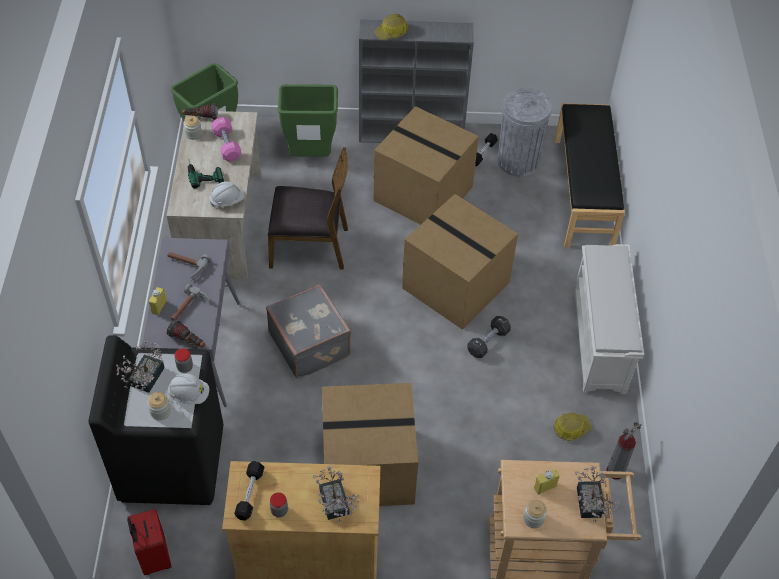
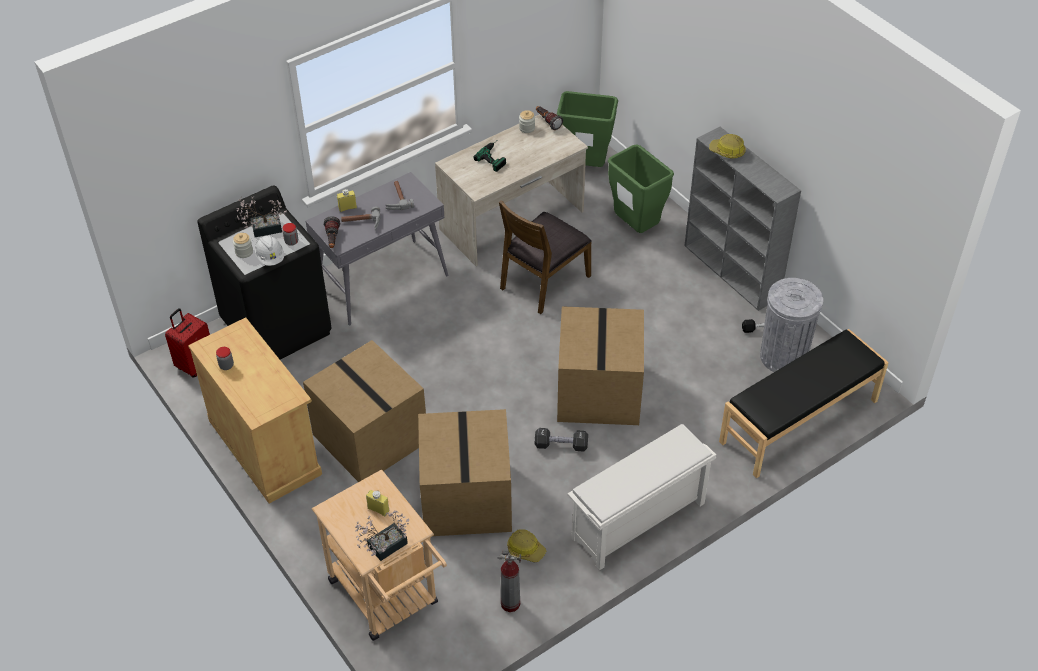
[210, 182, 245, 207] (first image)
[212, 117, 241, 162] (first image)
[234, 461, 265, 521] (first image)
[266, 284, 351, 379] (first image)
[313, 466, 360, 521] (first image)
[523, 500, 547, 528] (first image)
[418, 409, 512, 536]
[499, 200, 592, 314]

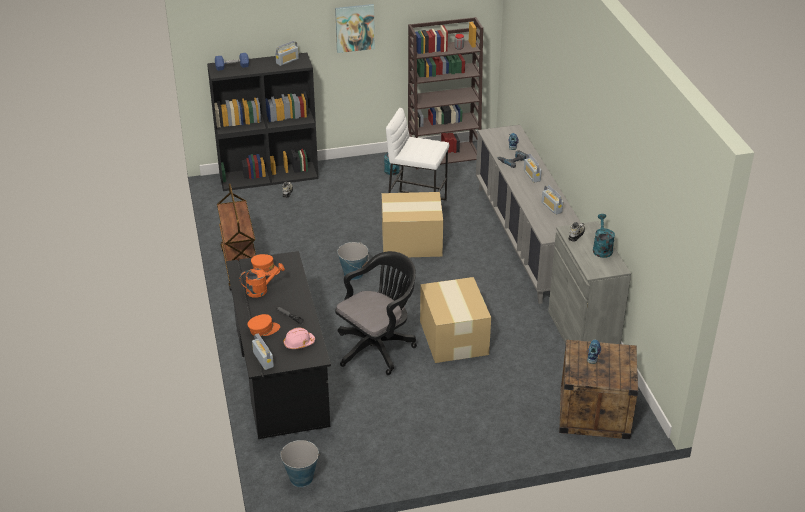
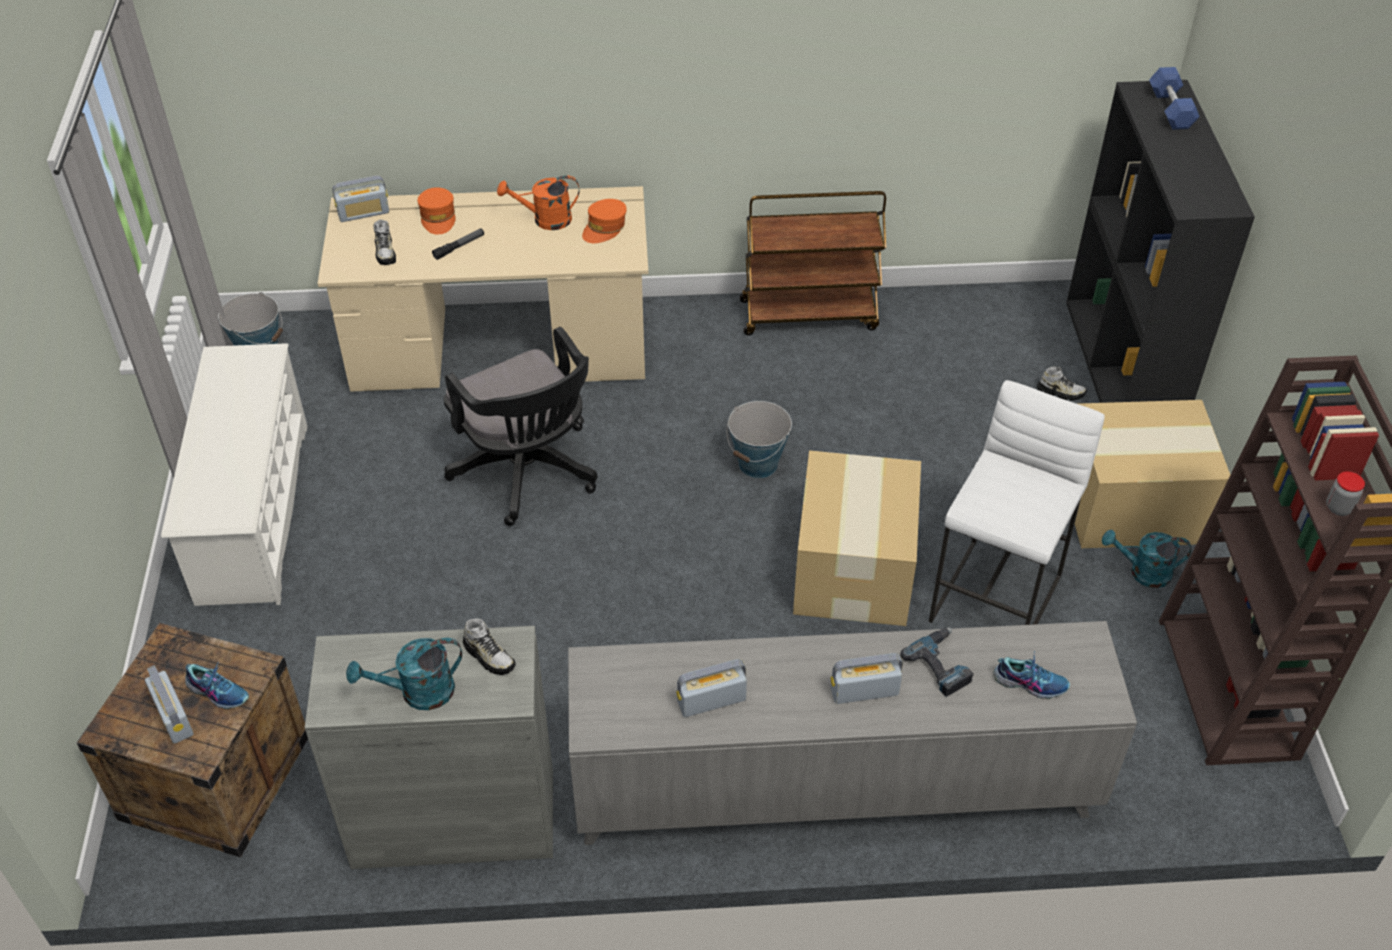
[335, 4, 375, 53] (first image)
[161, 343, 307, 606]
[145, 665, 194, 744]
[1075, 400, 1230, 548]
[373, 220, 396, 265]
[318, 186, 648, 392]
[497, 175, 580, 230]
[346, 638, 462, 710]

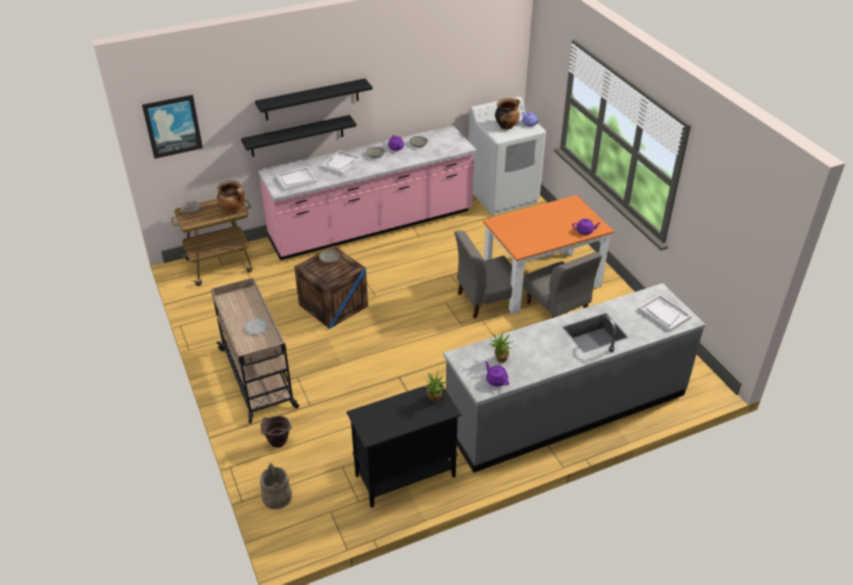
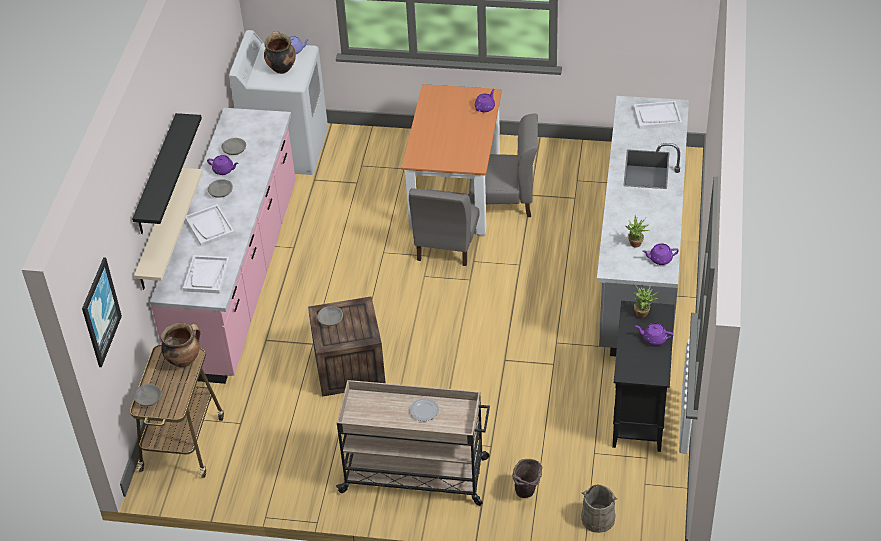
[635, 323, 674, 346]
[134, 168, 203, 290]

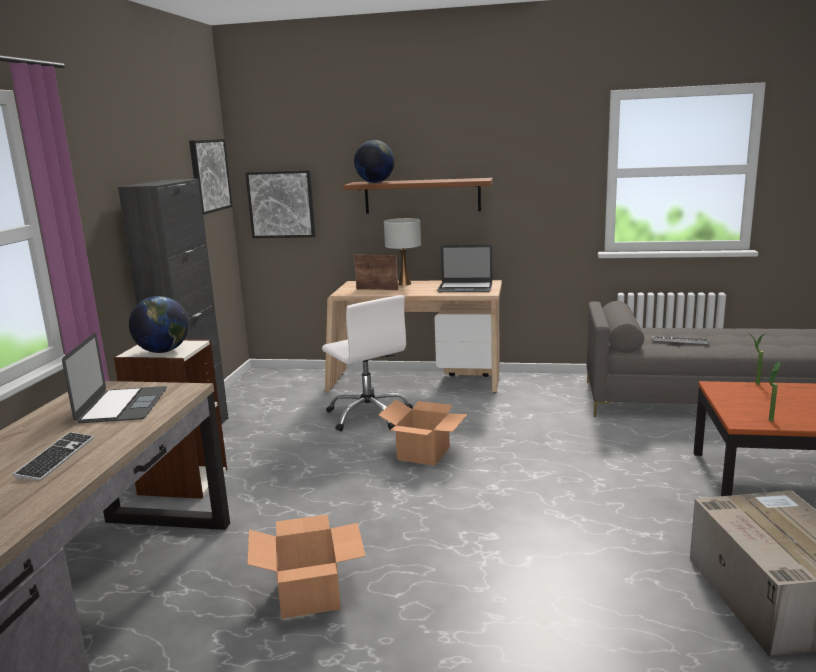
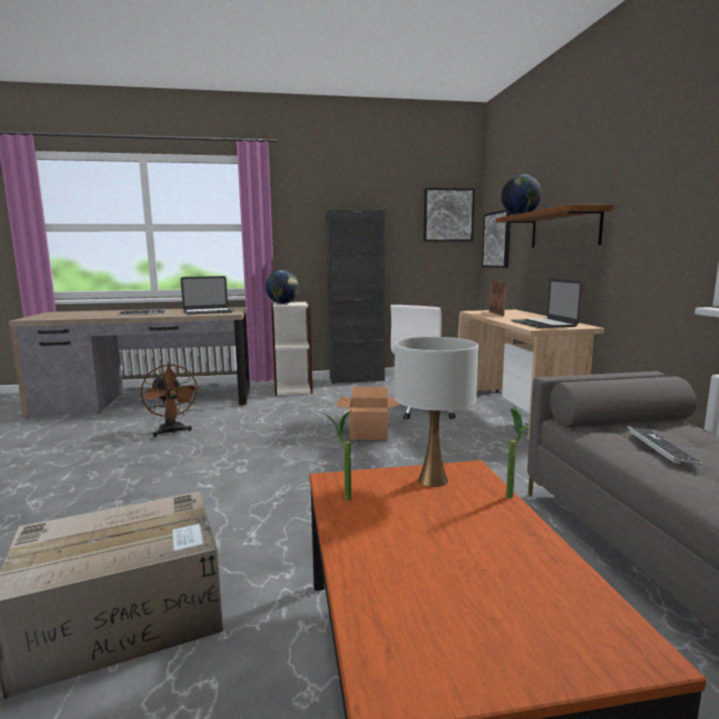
[394, 337, 478, 487]
[141, 364, 199, 437]

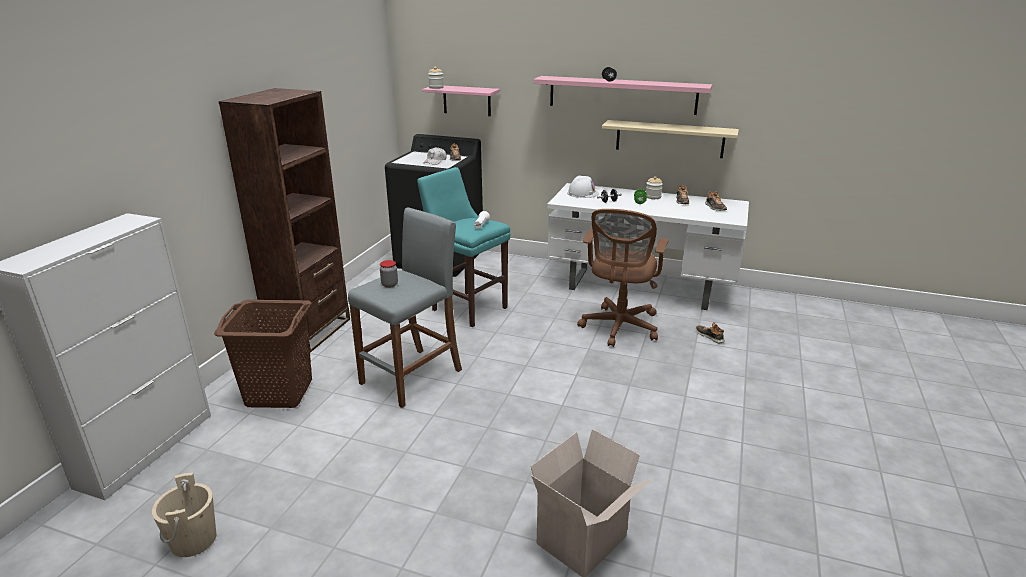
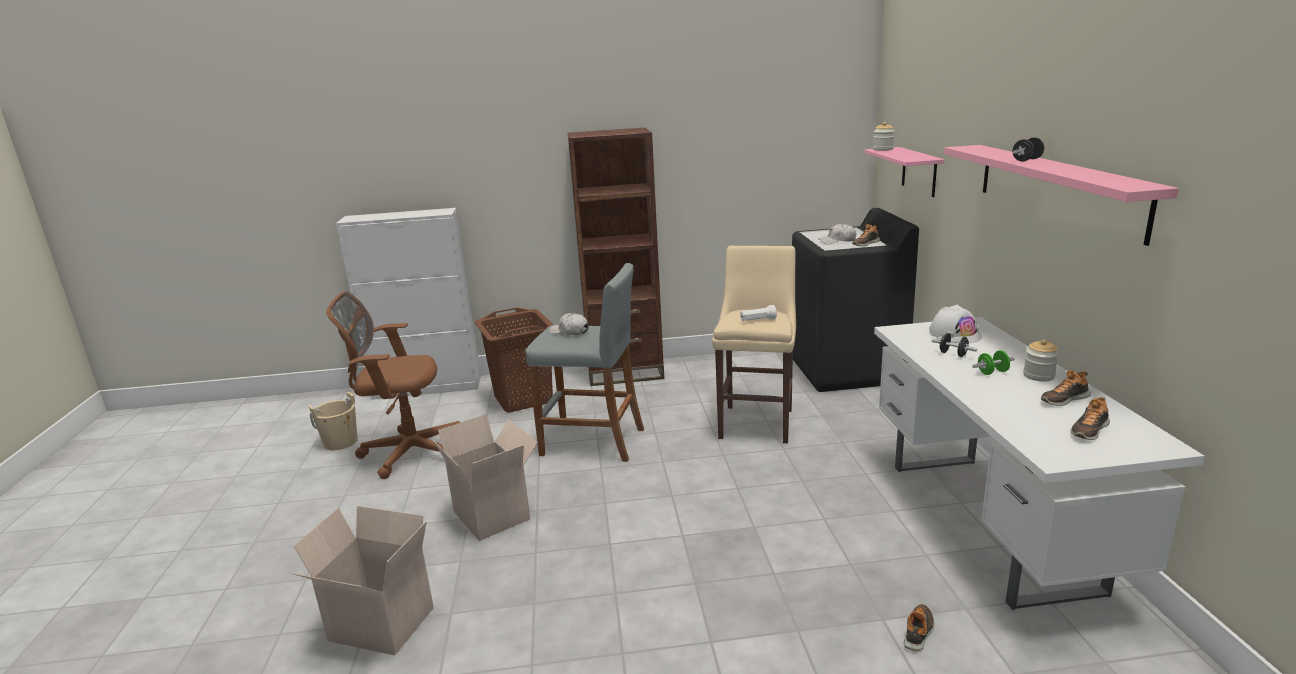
[602, 120, 739, 158] (first image)
[433, 414, 538, 541]
[326, 291, 460, 479]
[549, 313, 589, 335]
[712, 246, 796, 444]

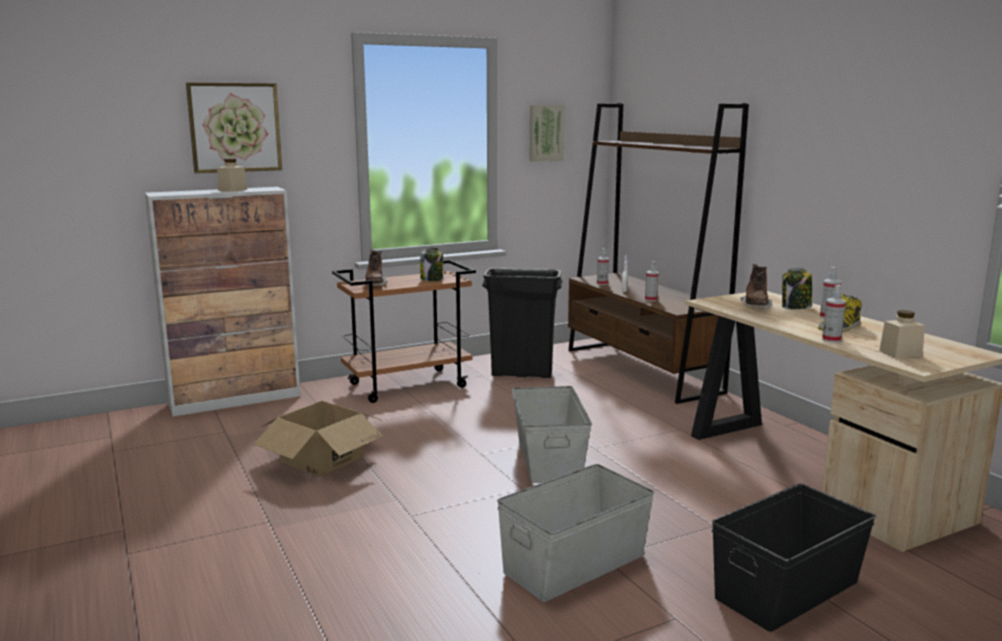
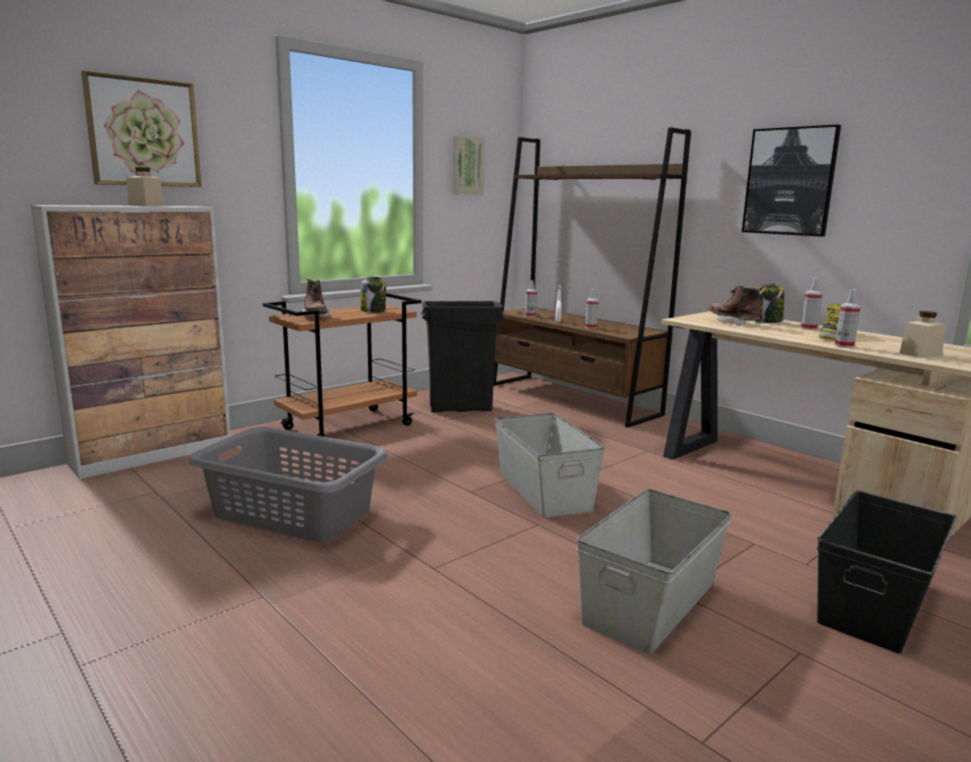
[742, 125, 841, 237]
[188, 427, 388, 542]
[708, 286, 763, 326]

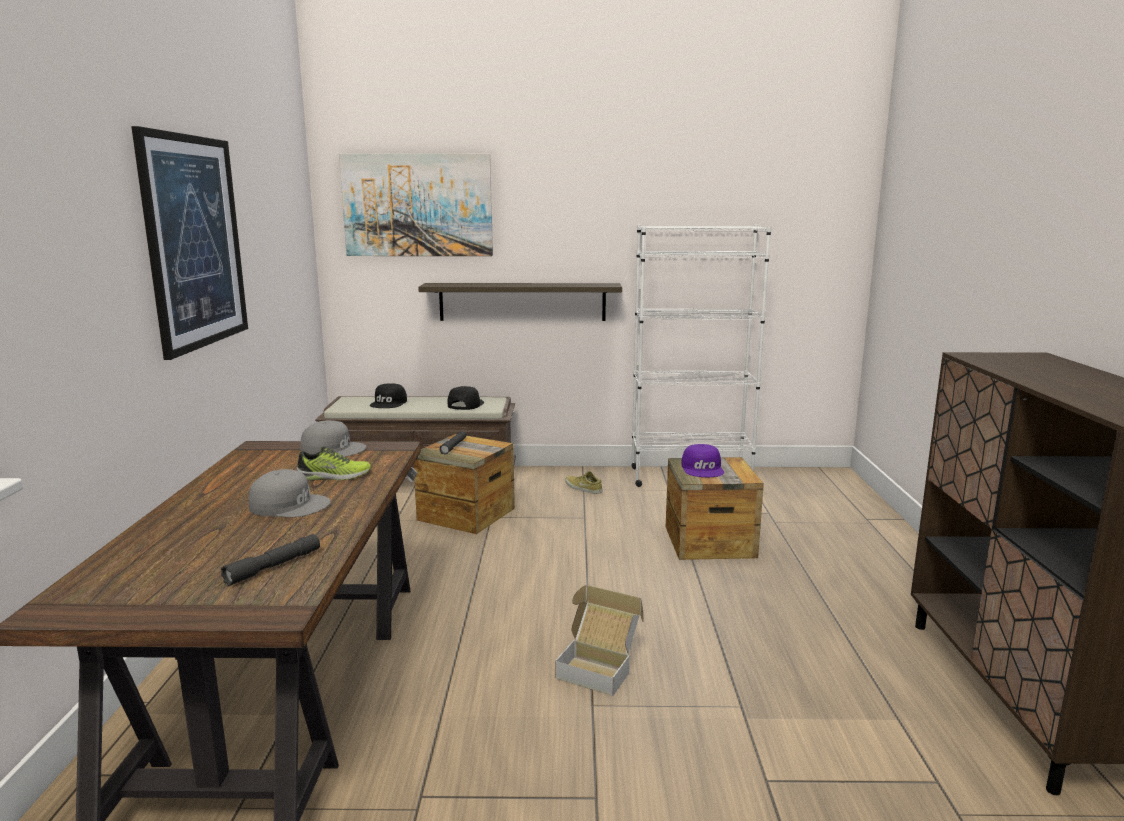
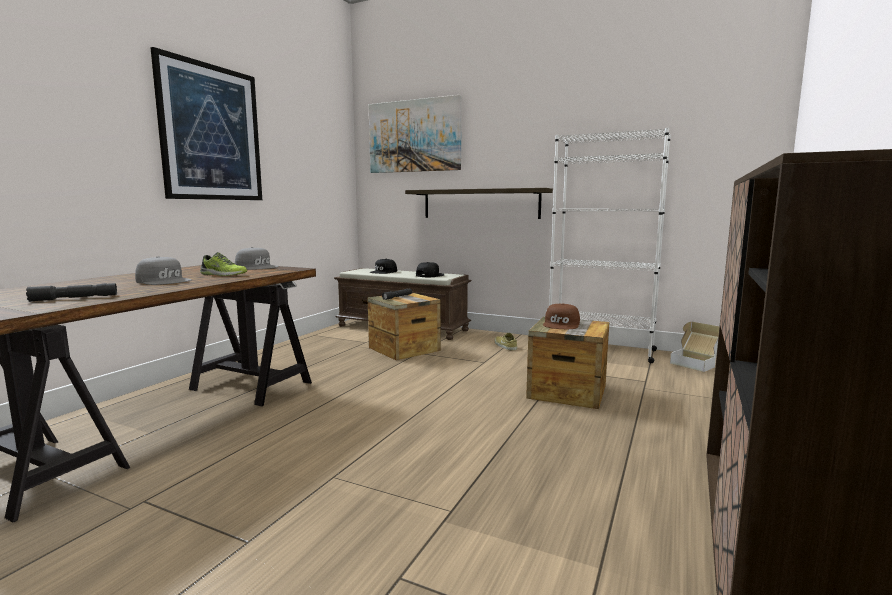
[670, 322, 720, 372]
[543, 304, 580, 329]

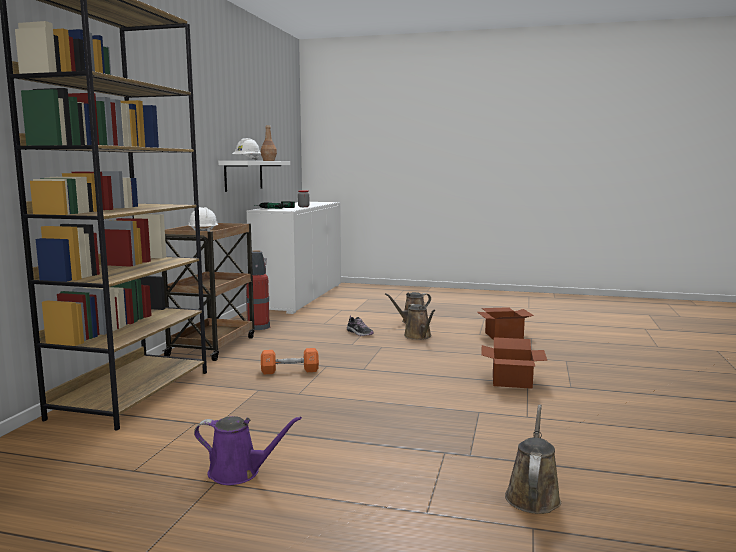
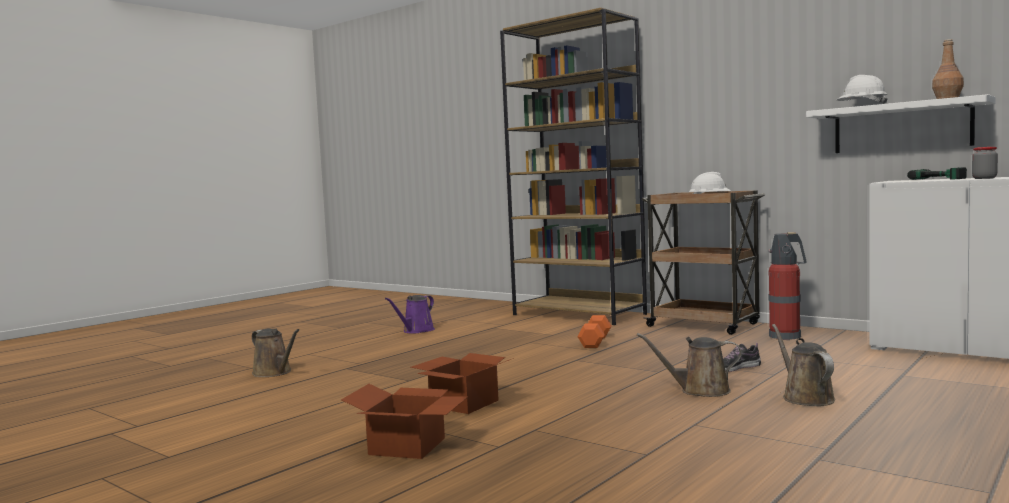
[341, 384, 467, 459]

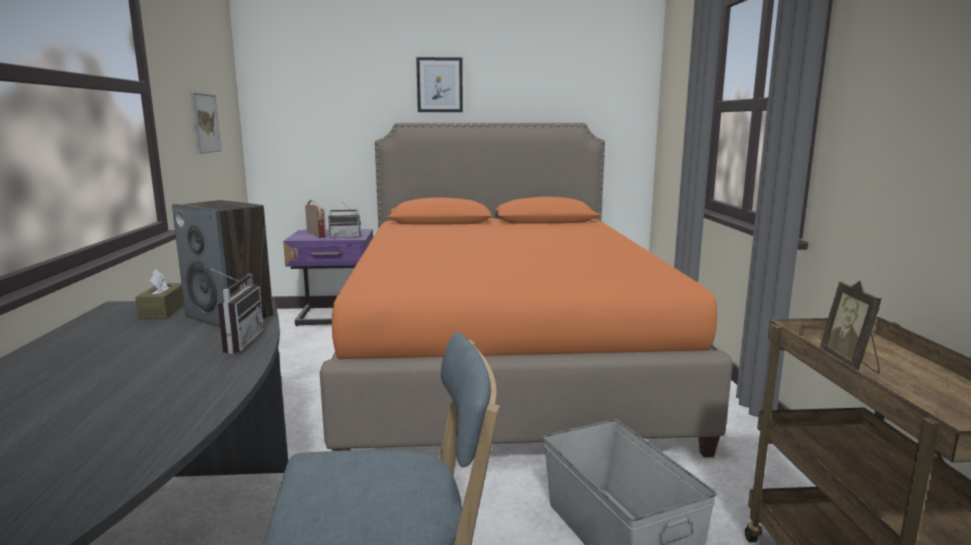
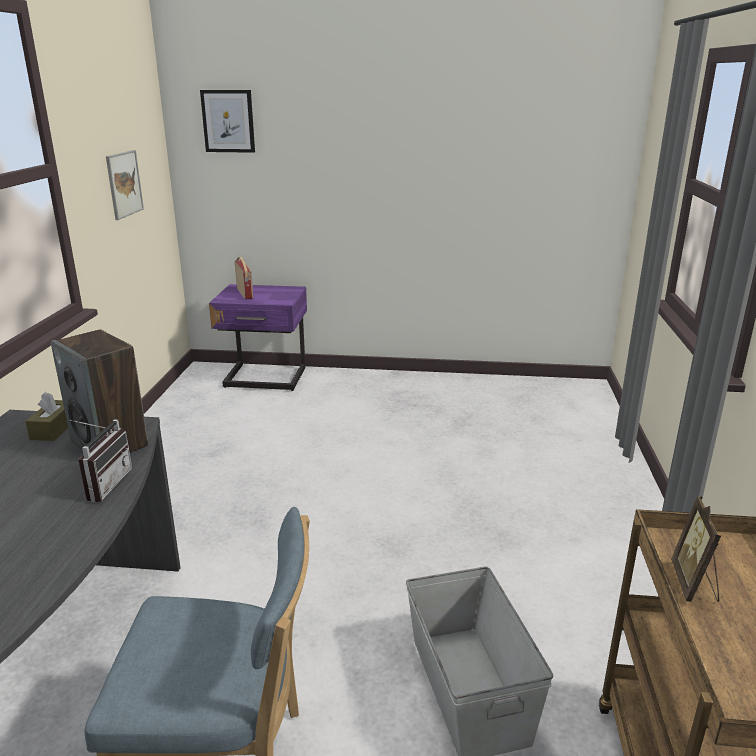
[320, 123, 733, 457] (first image)
[328, 201, 361, 239] (first image)
[200, 90, 255, 153]

